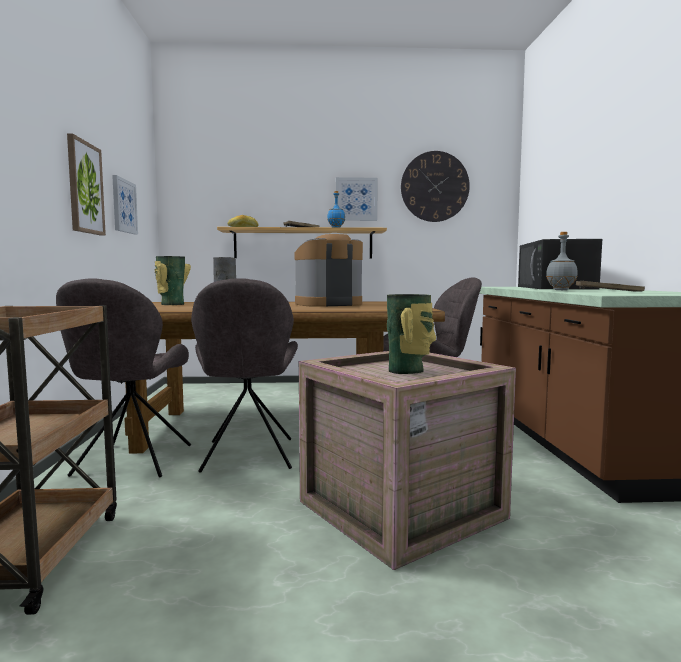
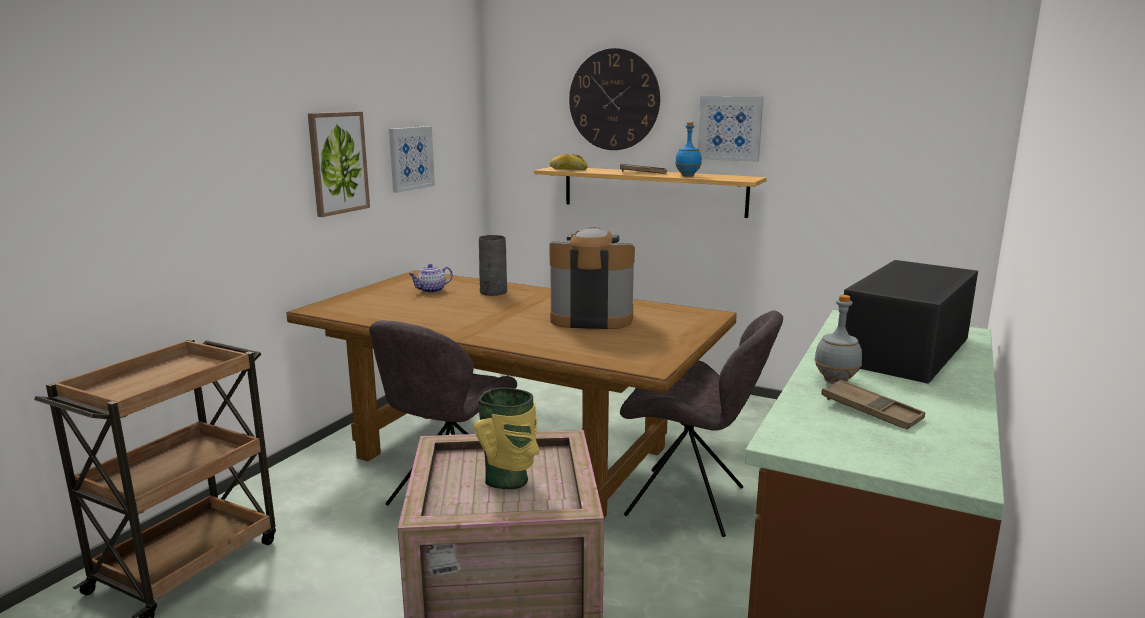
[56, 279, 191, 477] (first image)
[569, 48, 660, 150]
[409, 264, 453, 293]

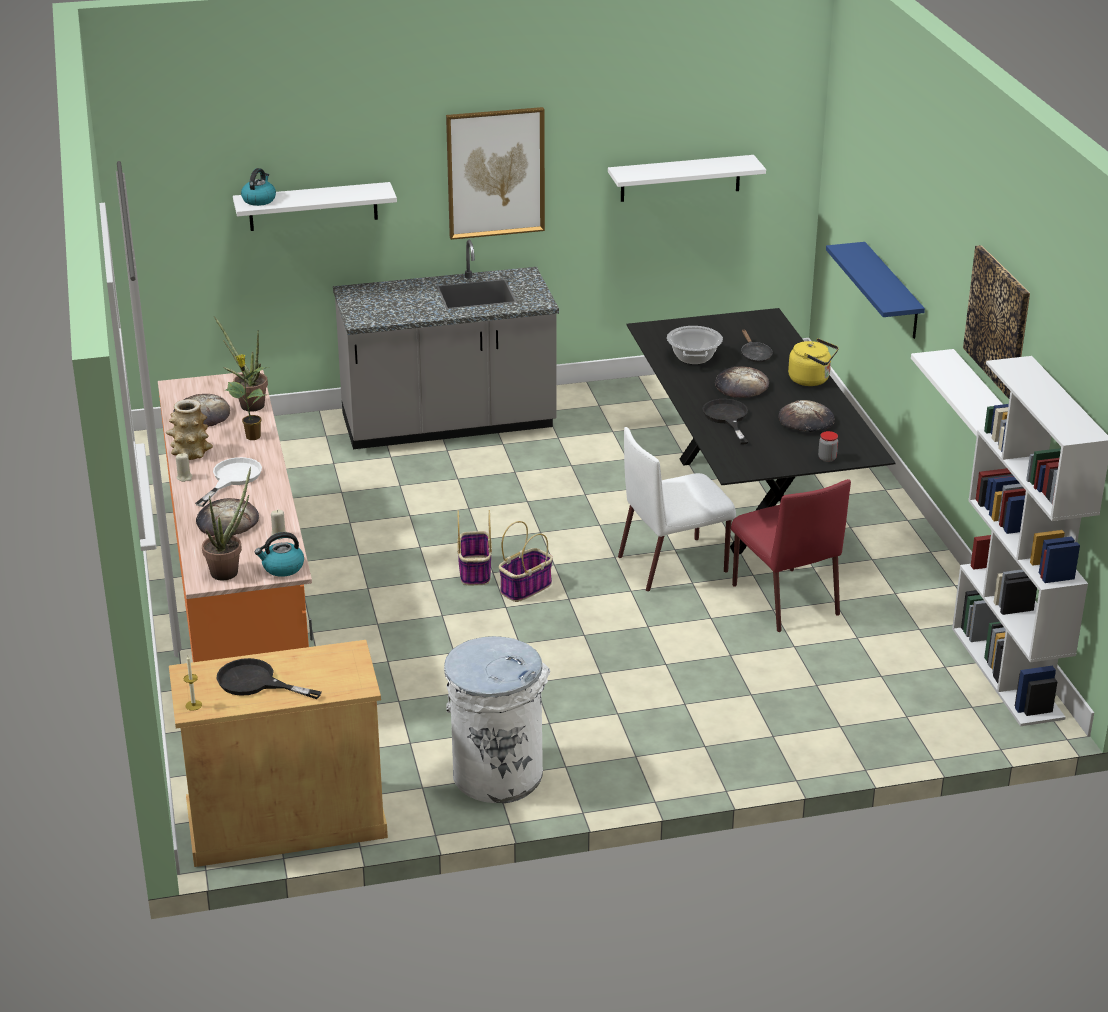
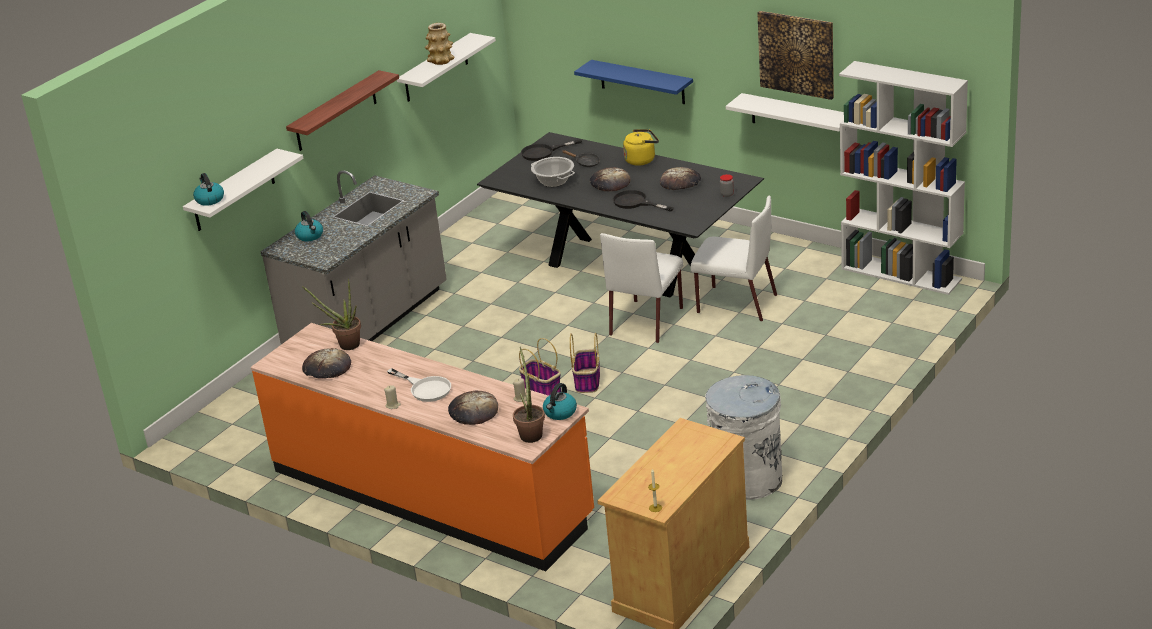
[225, 355, 269, 440] (first image)
[295, 211, 323, 241]
[425, 23, 455, 65]
[521, 139, 582, 161]
[286, 70, 399, 151]
[691, 196, 777, 322]
[387, 368, 451, 402]

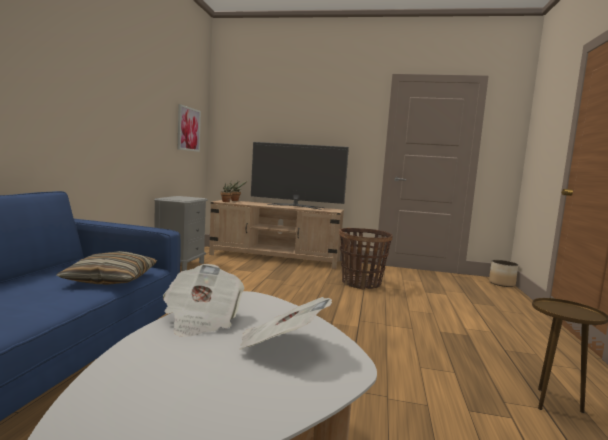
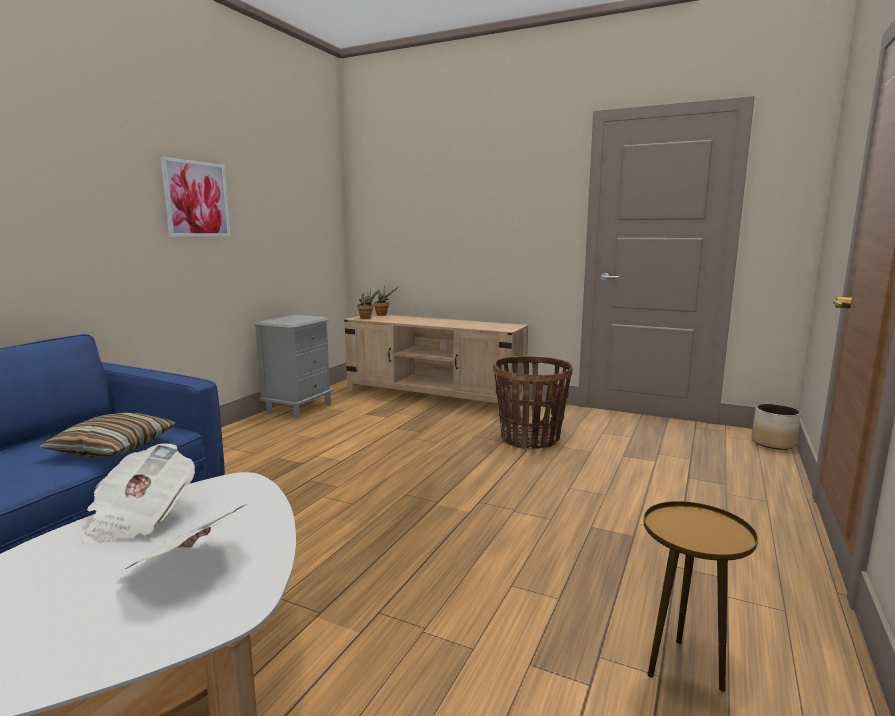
[251, 142, 349, 210] (first image)
[160, 157, 230, 237]

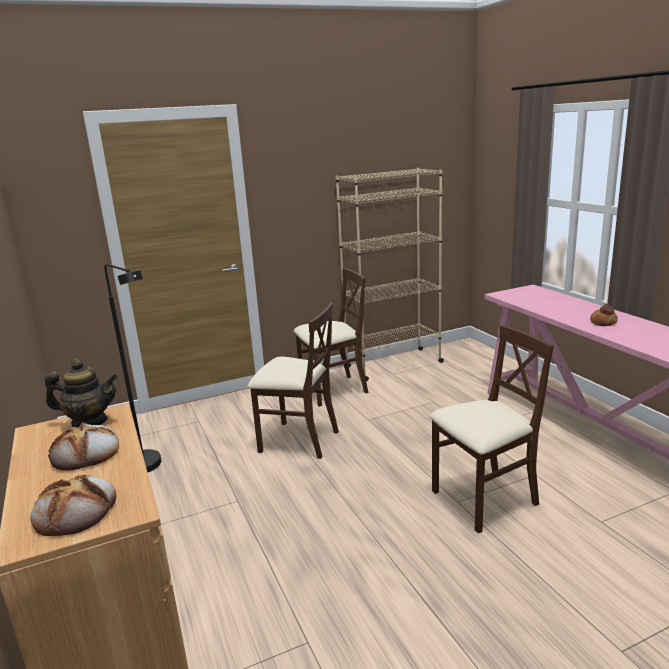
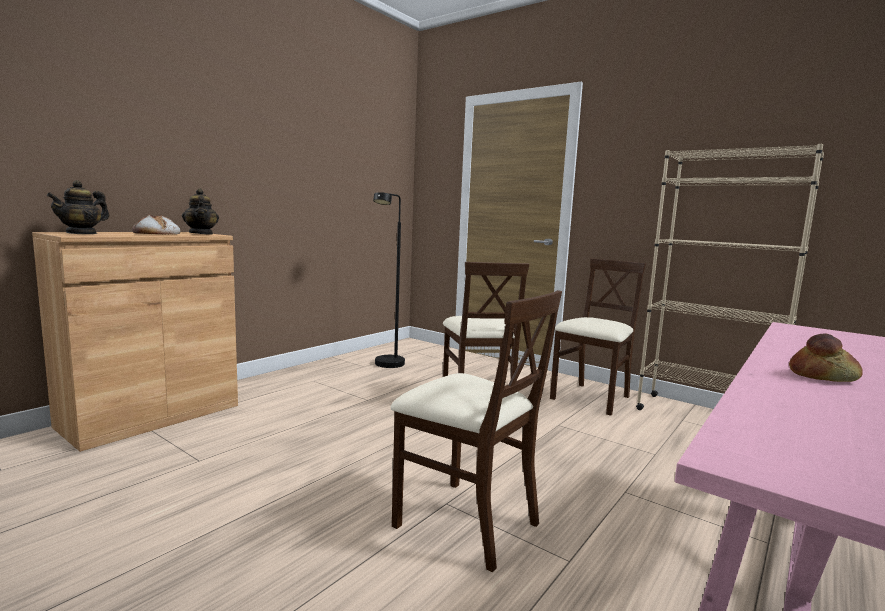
[47, 180, 109, 234]
[550, 258, 646, 416]

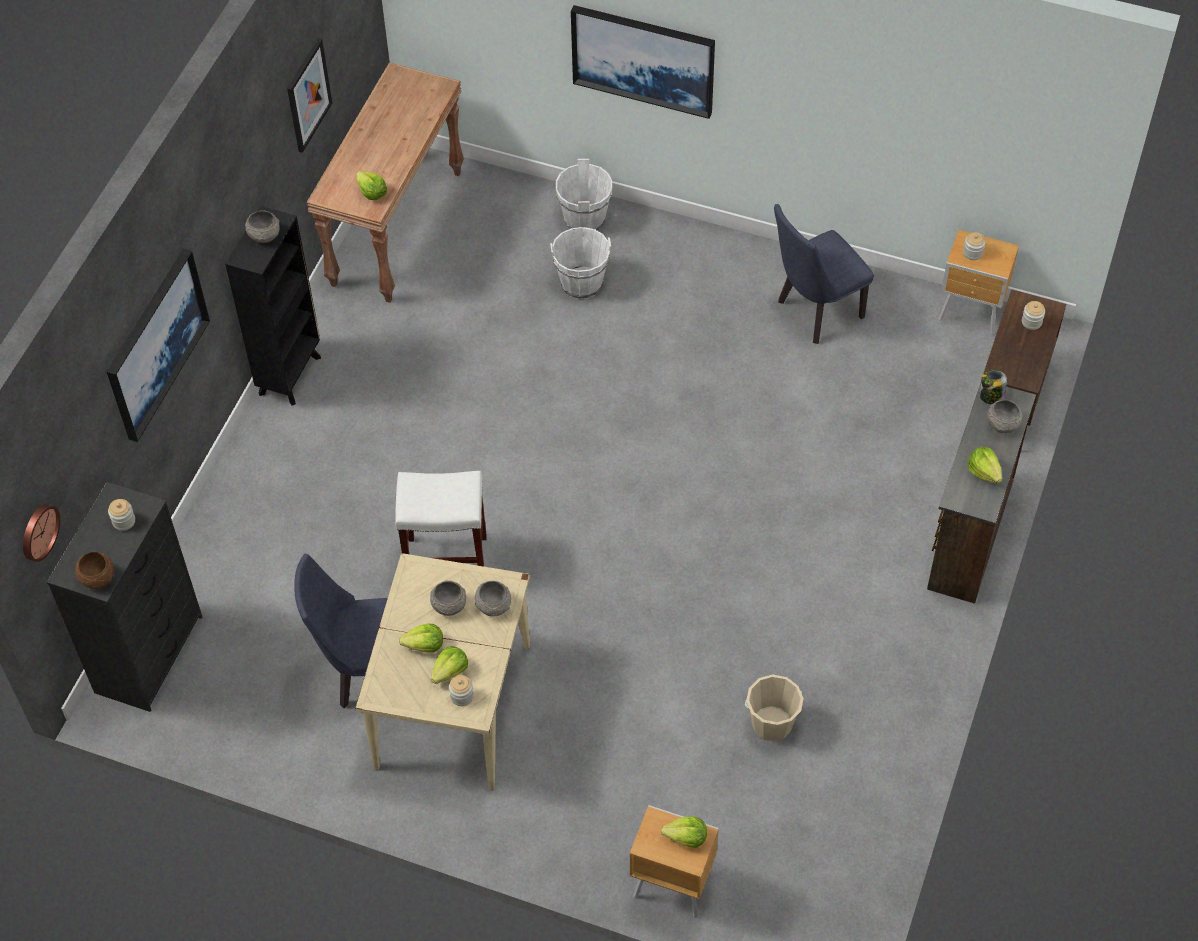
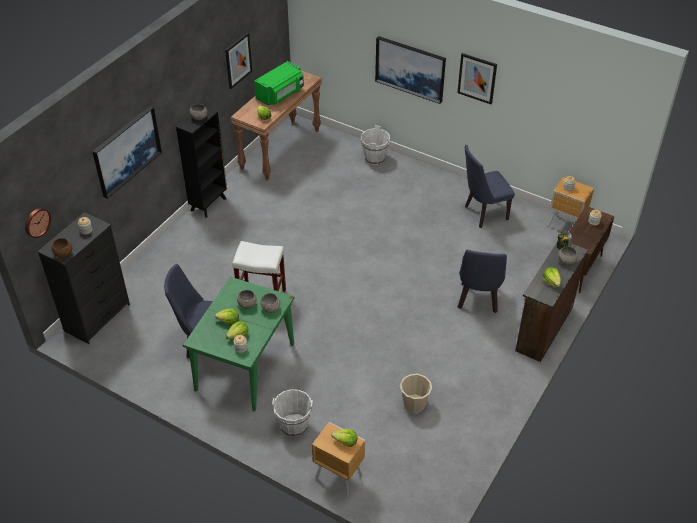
[254, 61, 304, 106]
[457, 53, 497, 104]
[458, 249, 507, 313]
[272, 389, 313, 436]
[183, 277, 294, 412]

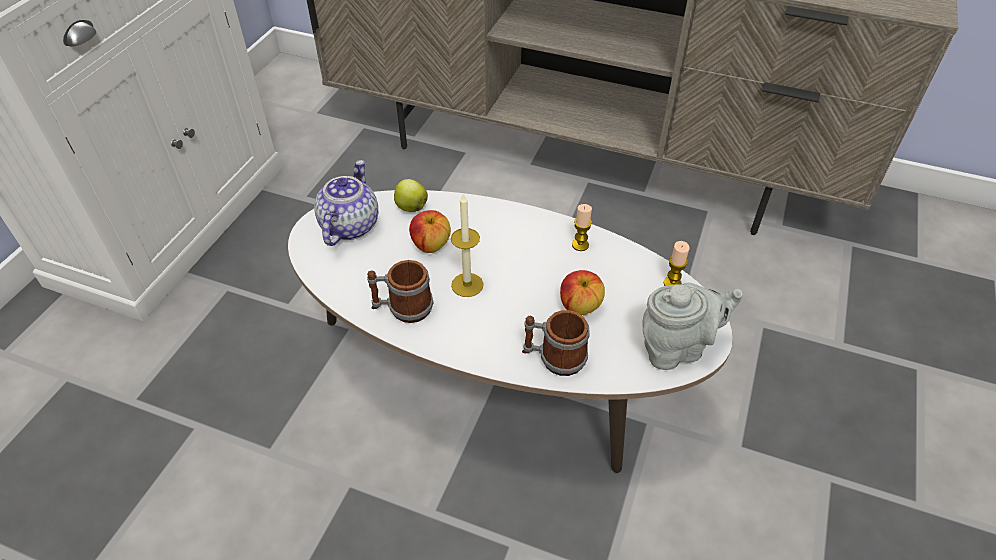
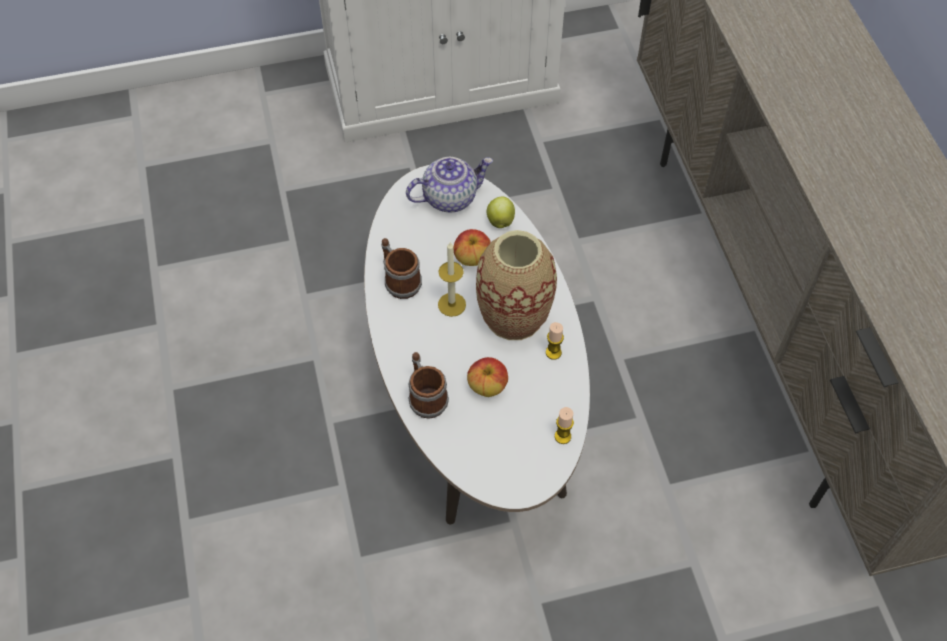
[642, 283, 743, 370] (first image)
[476, 230, 557, 340]

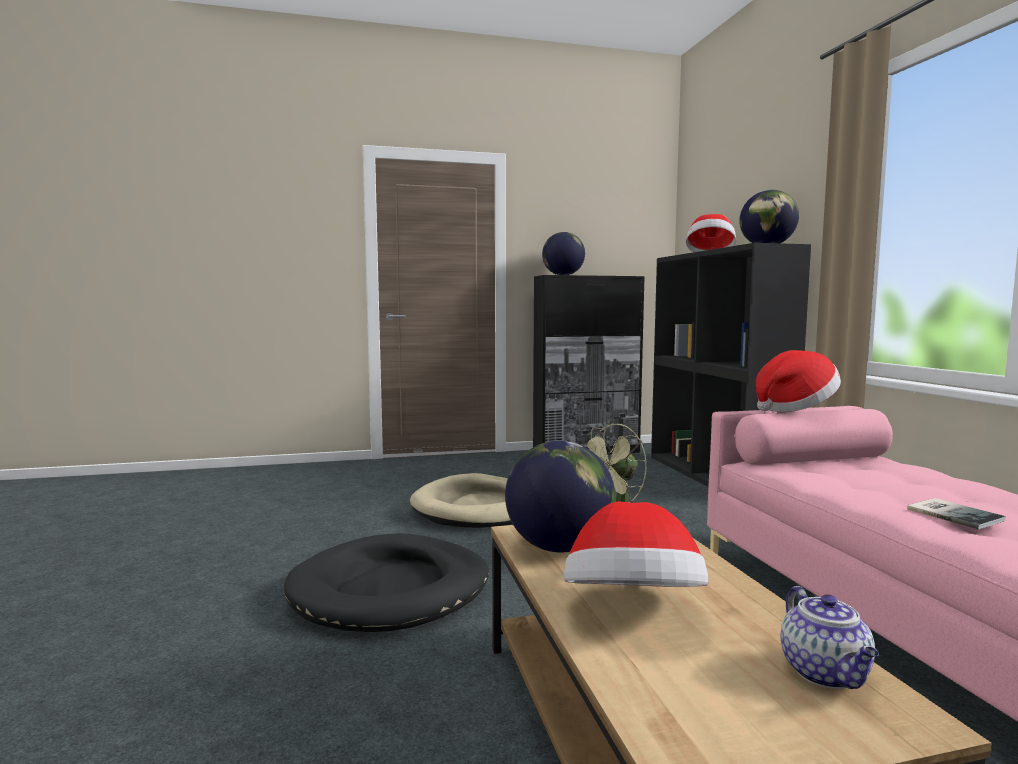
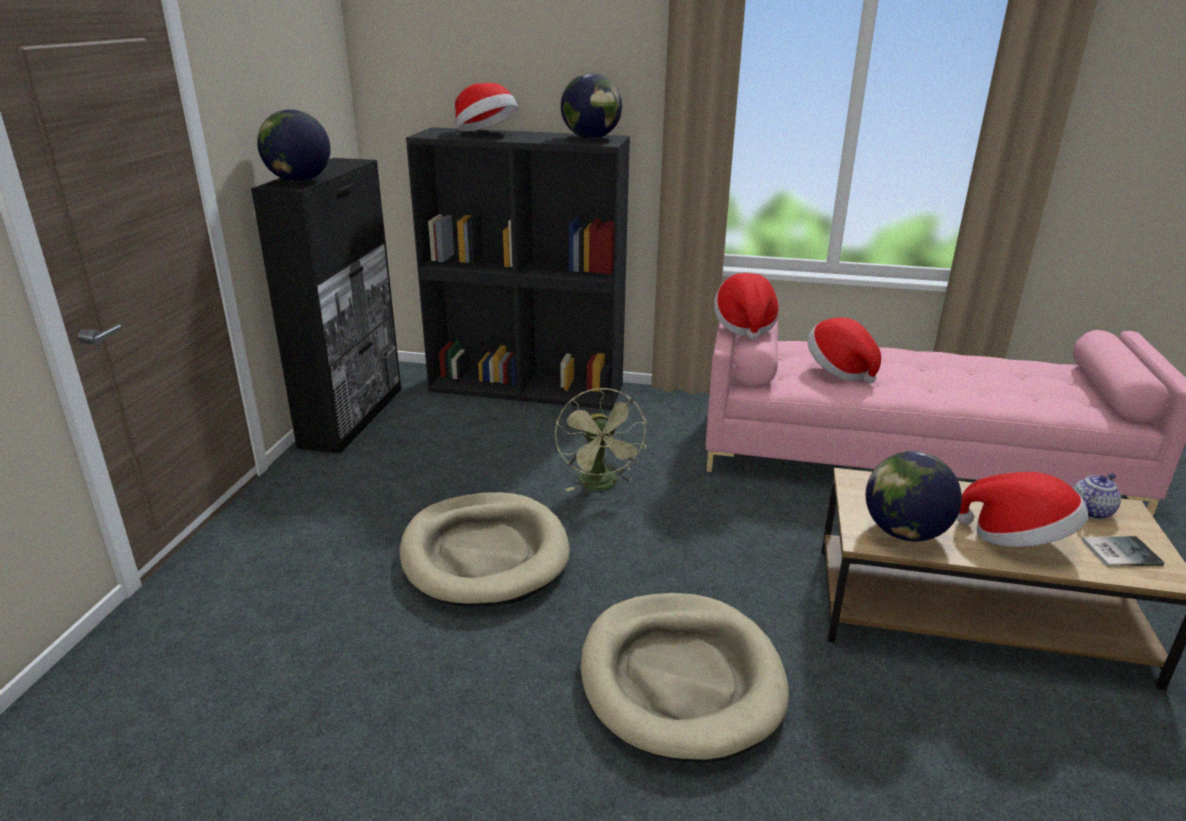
[807, 318, 881, 384]
[1082, 536, 1164, 567]
[580, 593, 789, 762]
[1073, 473, 1121, 519]

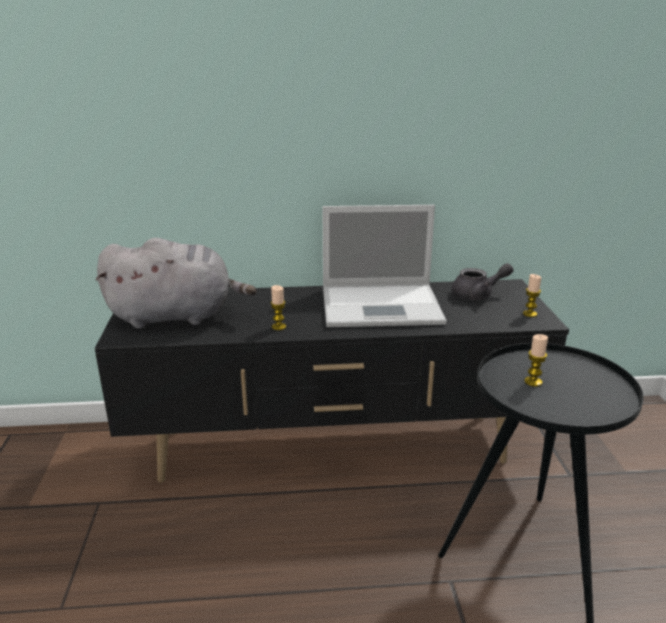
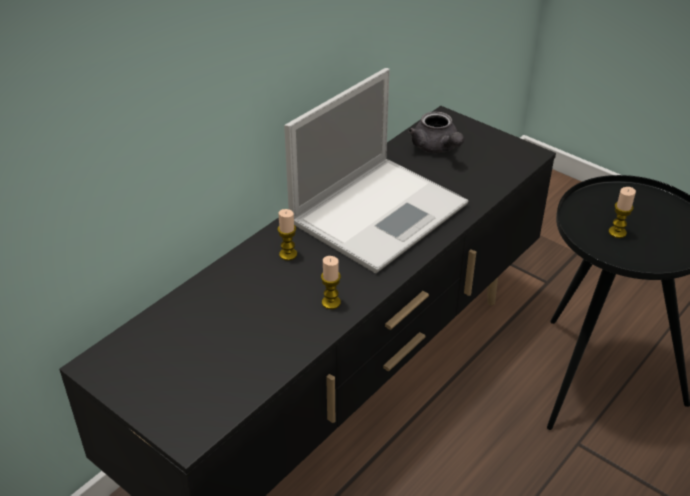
[96, 238, 257, 329] (first image)
[277, 209, 297, 260]
[408, 111, 464, 153]

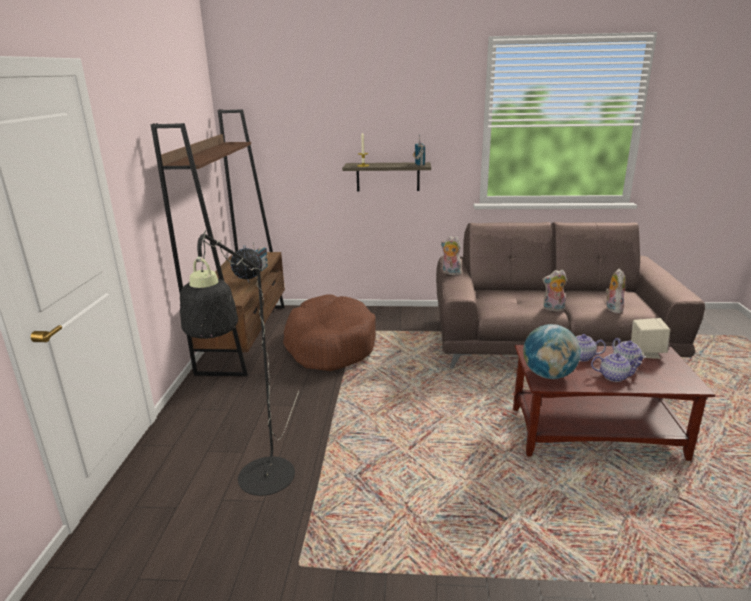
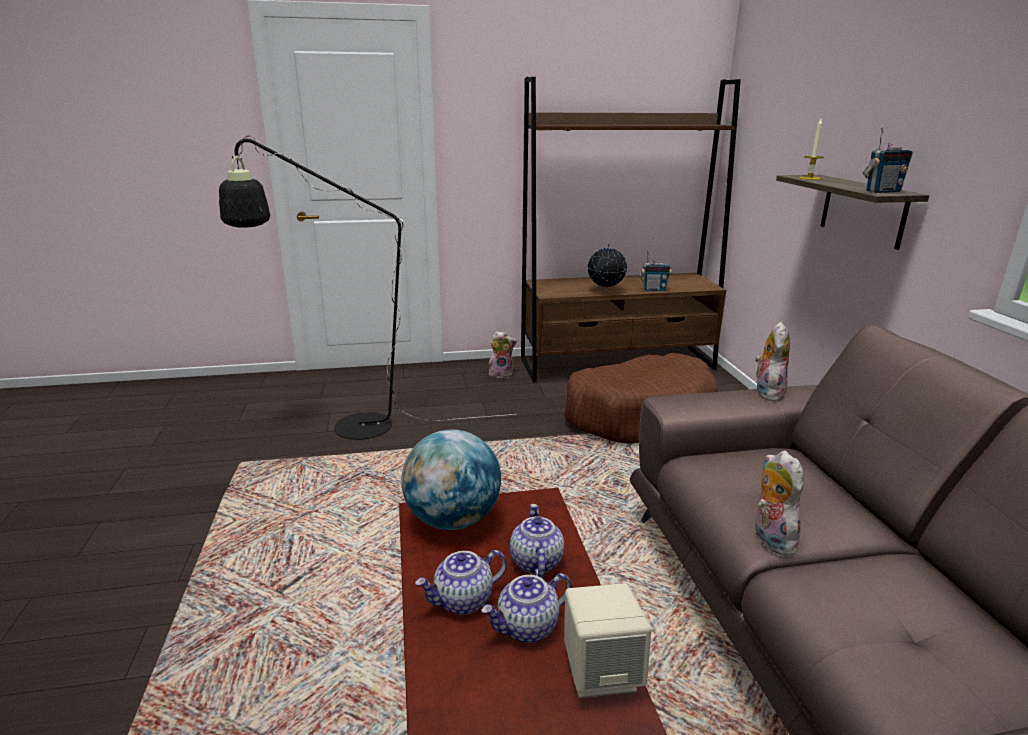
[489, 331, 517, 378]
[415, 550, 507, 615]

